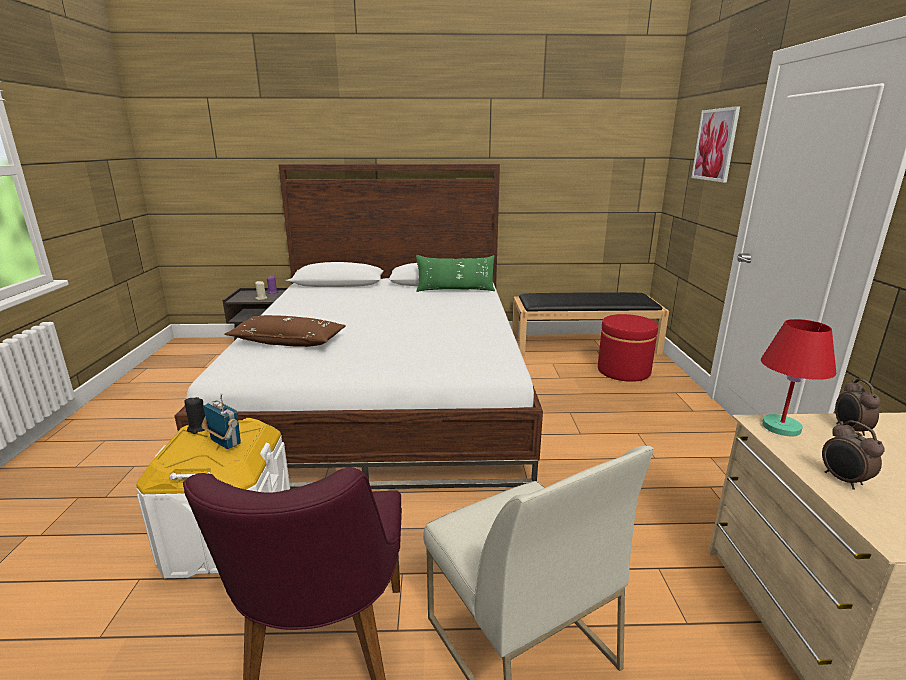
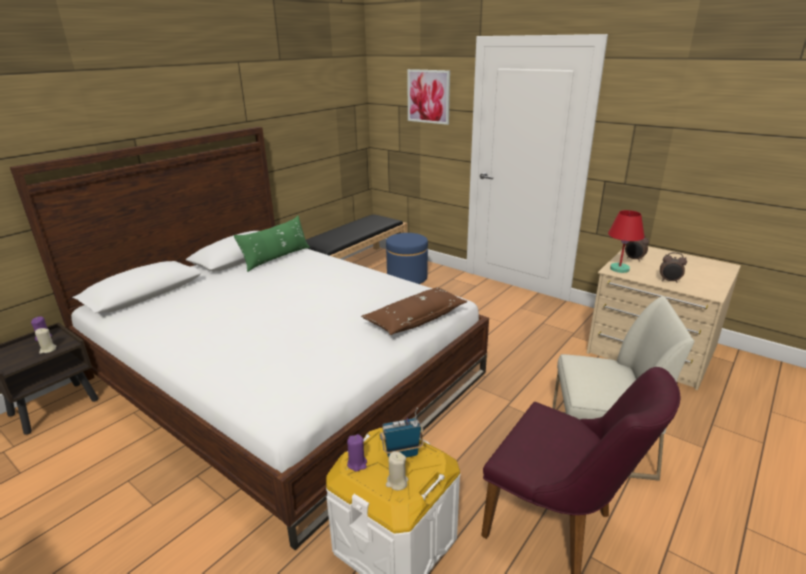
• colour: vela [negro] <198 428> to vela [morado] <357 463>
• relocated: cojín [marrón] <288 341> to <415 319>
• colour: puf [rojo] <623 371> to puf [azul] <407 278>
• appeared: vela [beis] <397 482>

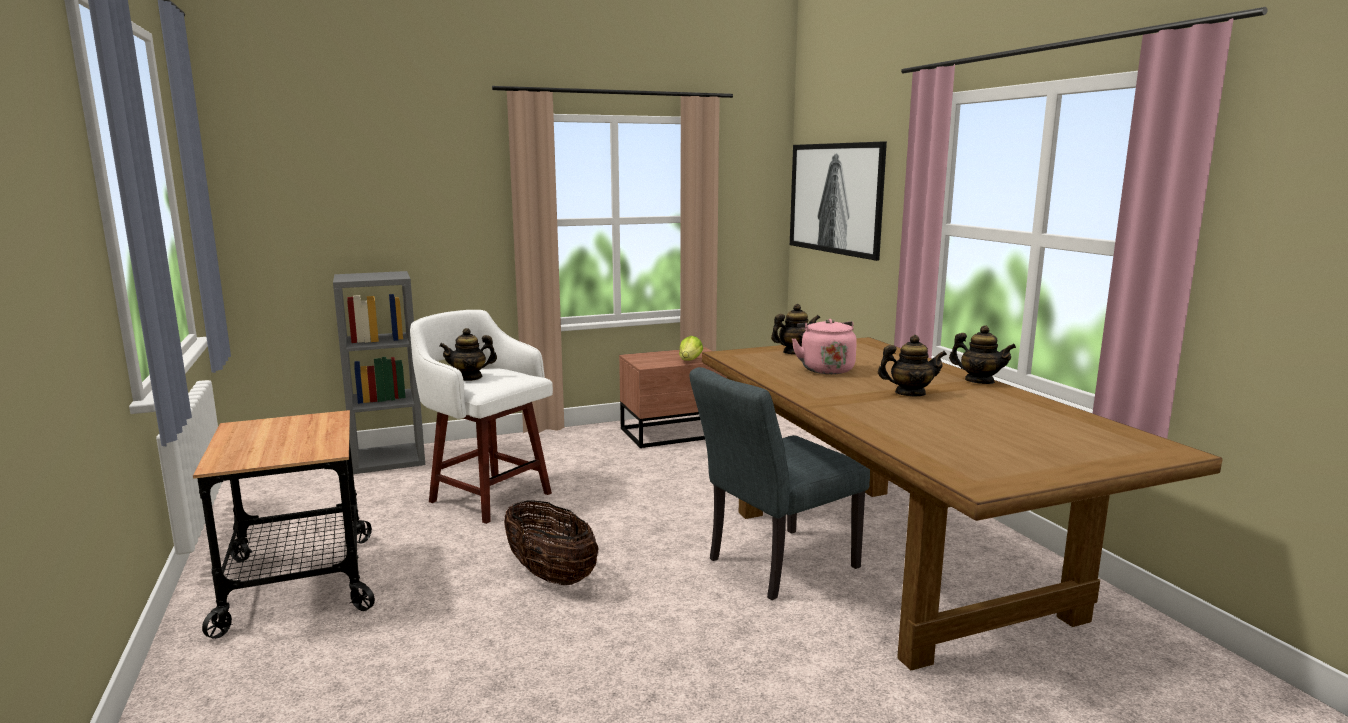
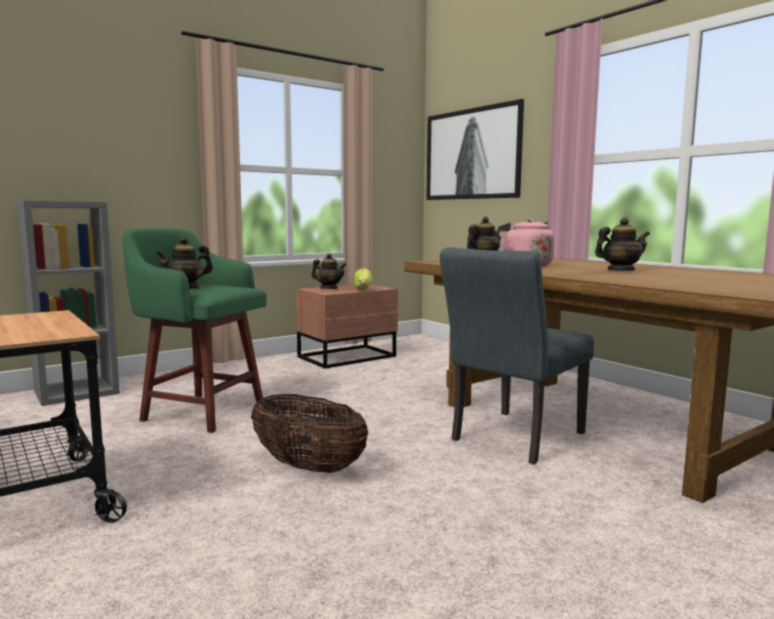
• colour: taburete [blanco] <487 496> to taburete [verde] <200 412>
• relocated: tetera <979 381> to <329 288>

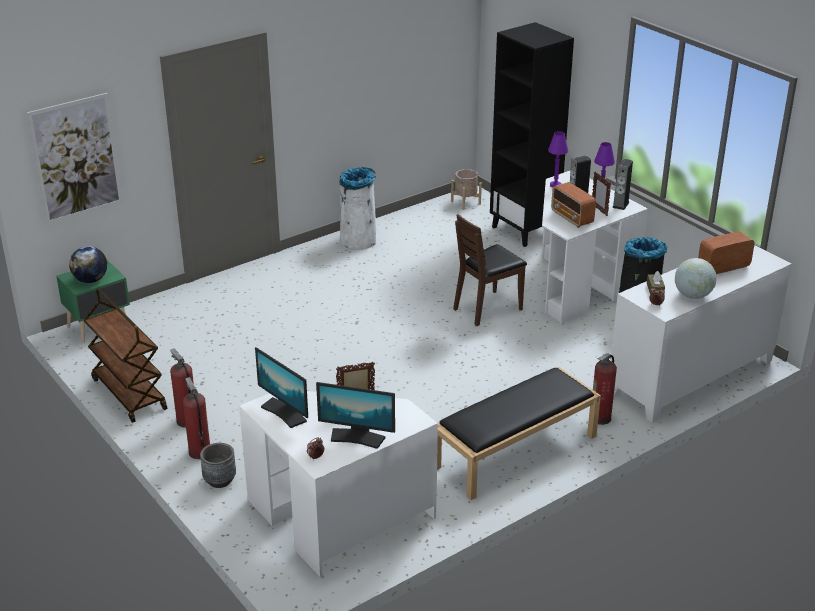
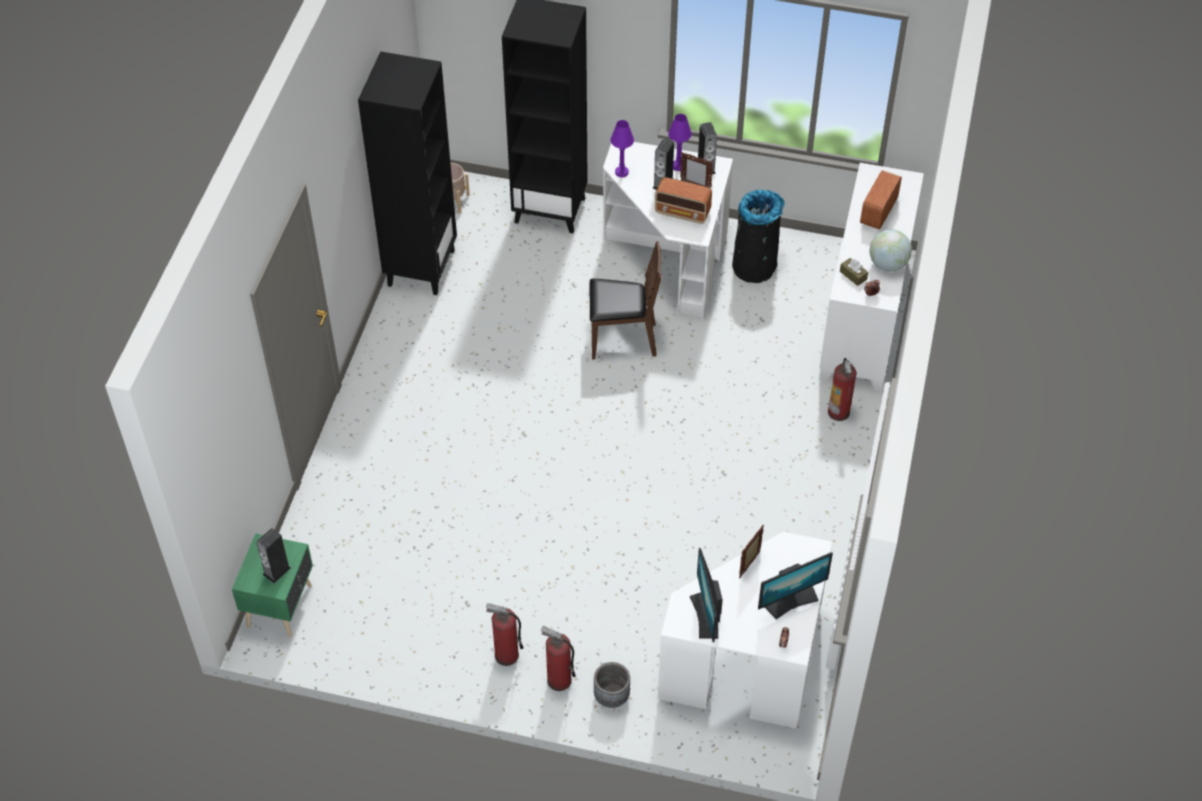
• missing: cuadro <76 158>
• exchanged: globo terráqueo <91 280> to altavoz <277 571>
• missing: carrito [marrón] <128 394>
• spun: monitor <285 412> = <706 615> 75 degrees clockwise
• missing: papelera [blanco] <358 240>
• missing: banco [negro] <515 452>
• spun: silla [marrón] <487 308> = <622 339> 105 degrees counterclockwise
• appeared: estantería [negro] <421 267>

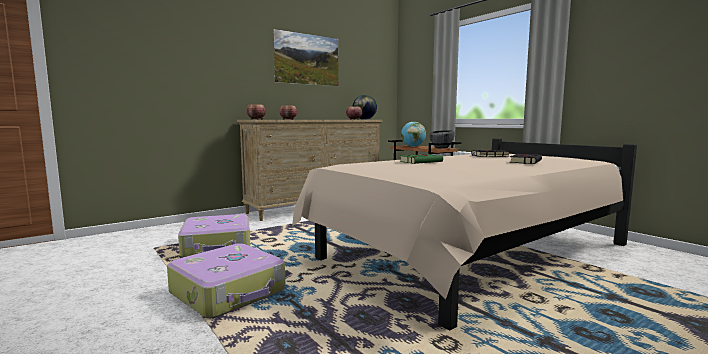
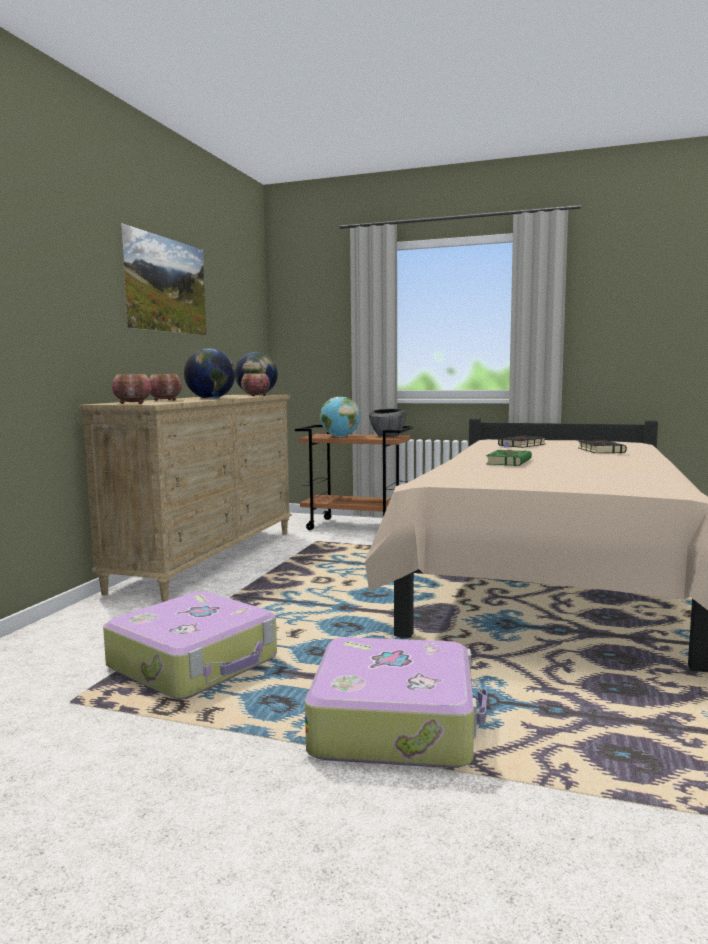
• appeared: globo terráqueo <211 398>

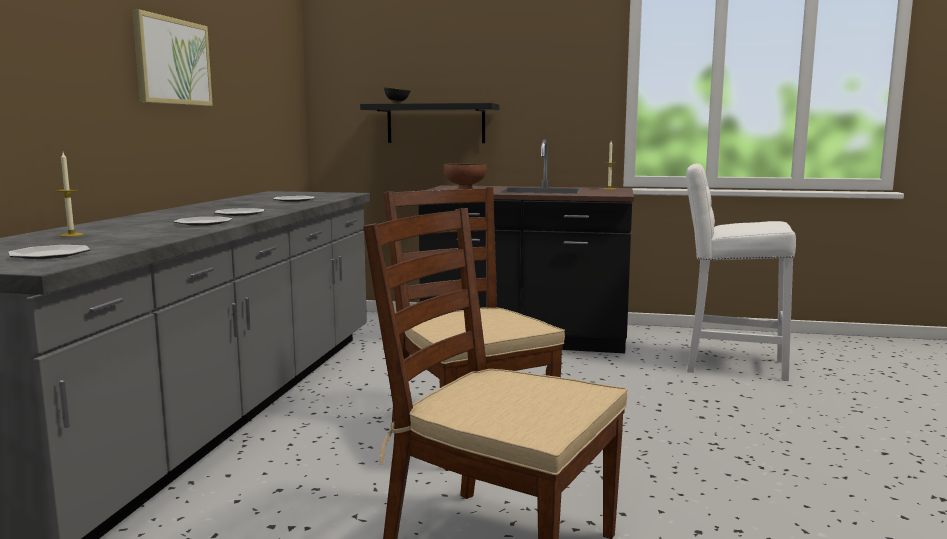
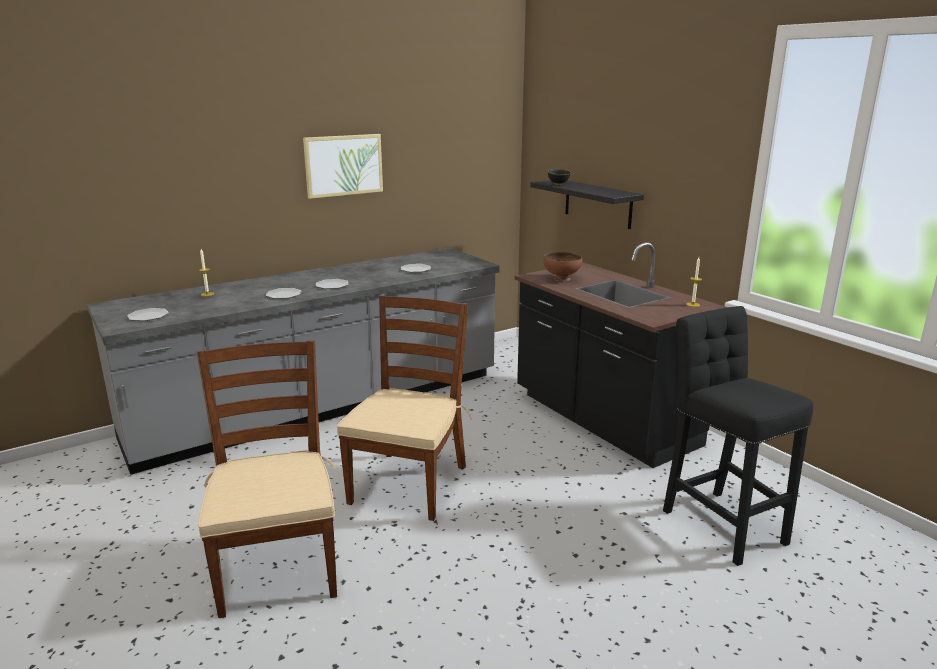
• colour: taburete [blanco] <729 365> to taburete [negro] <720 522>

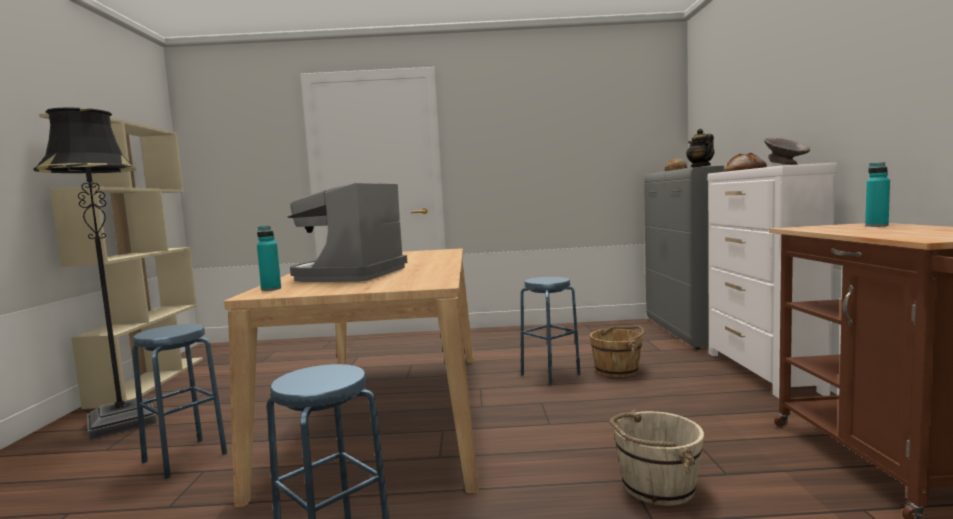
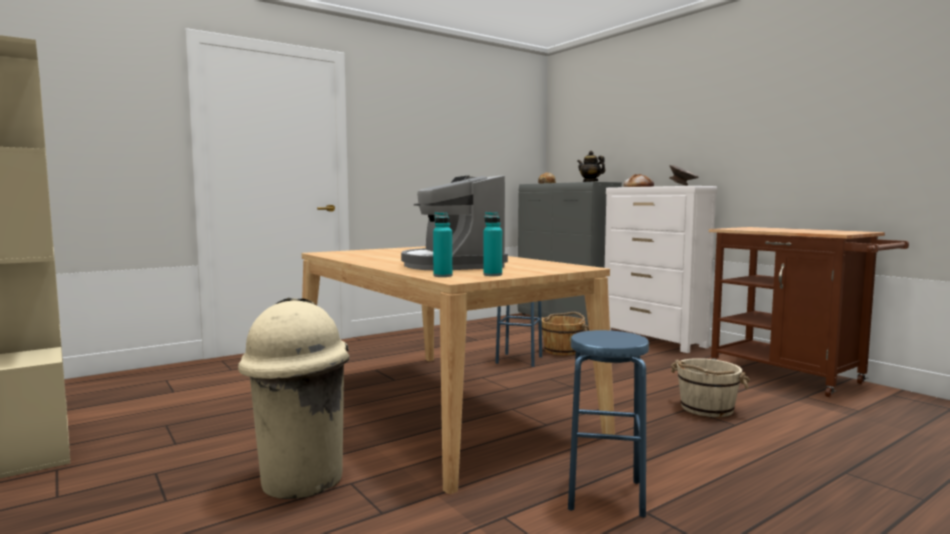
• missing: lámpara de pie [negro] <122 422>
• exchanged: taburete [azul] <185 457> to papelera [beis] <300 480>
• relocated: botella [turquesa] <876 226> to <492 275>

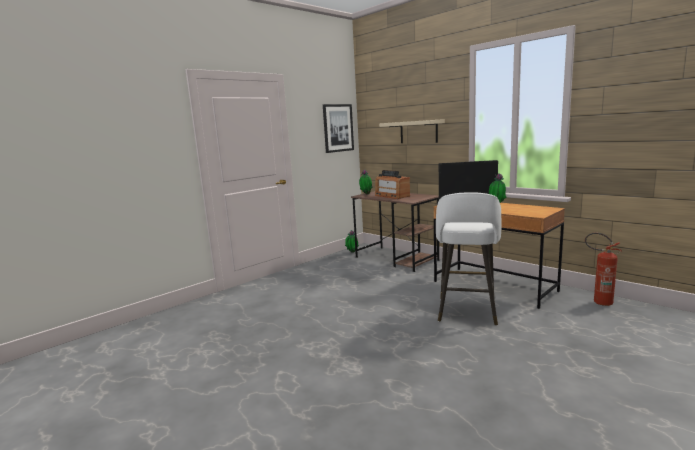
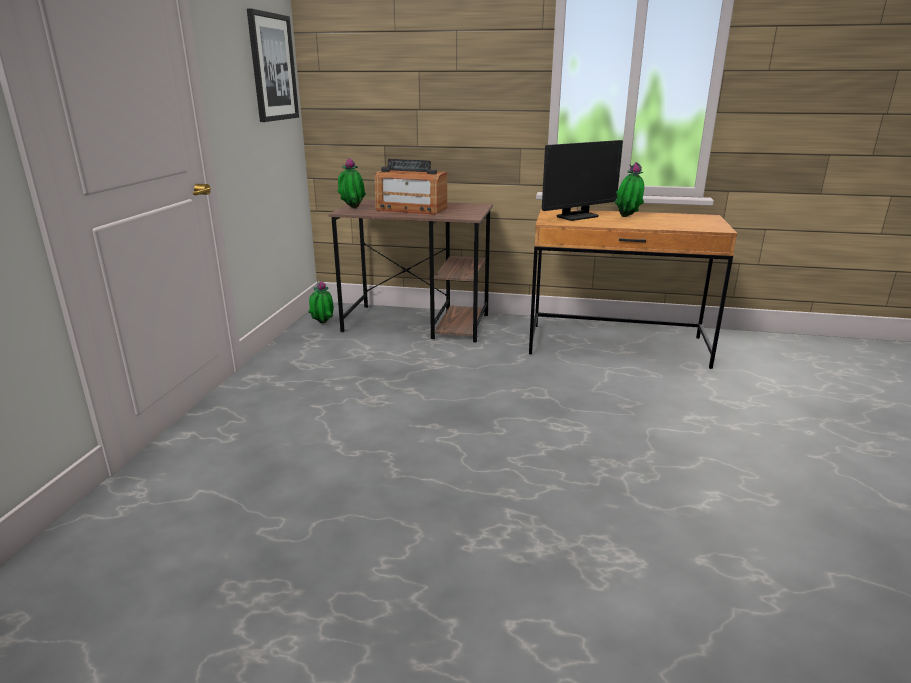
• missing: estante [beis] <418 132>
• missing: taburete [blanco] <466 312>
• missing: extintor <598 302>

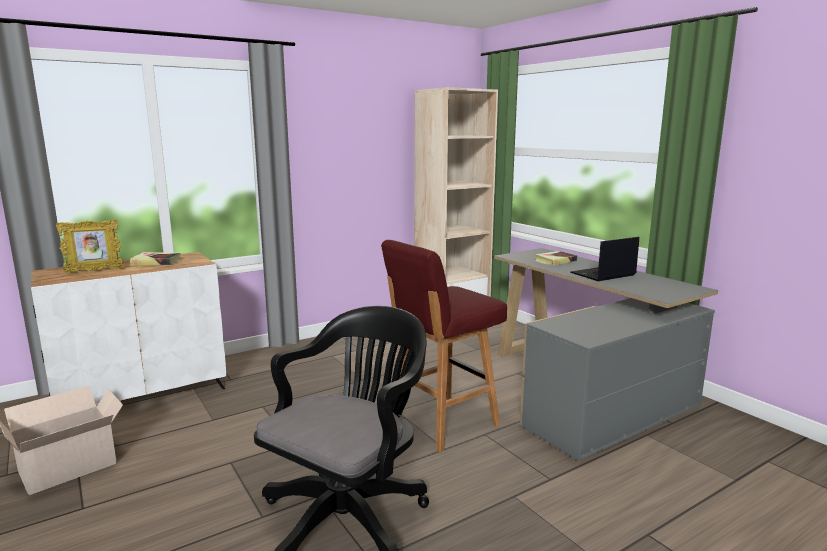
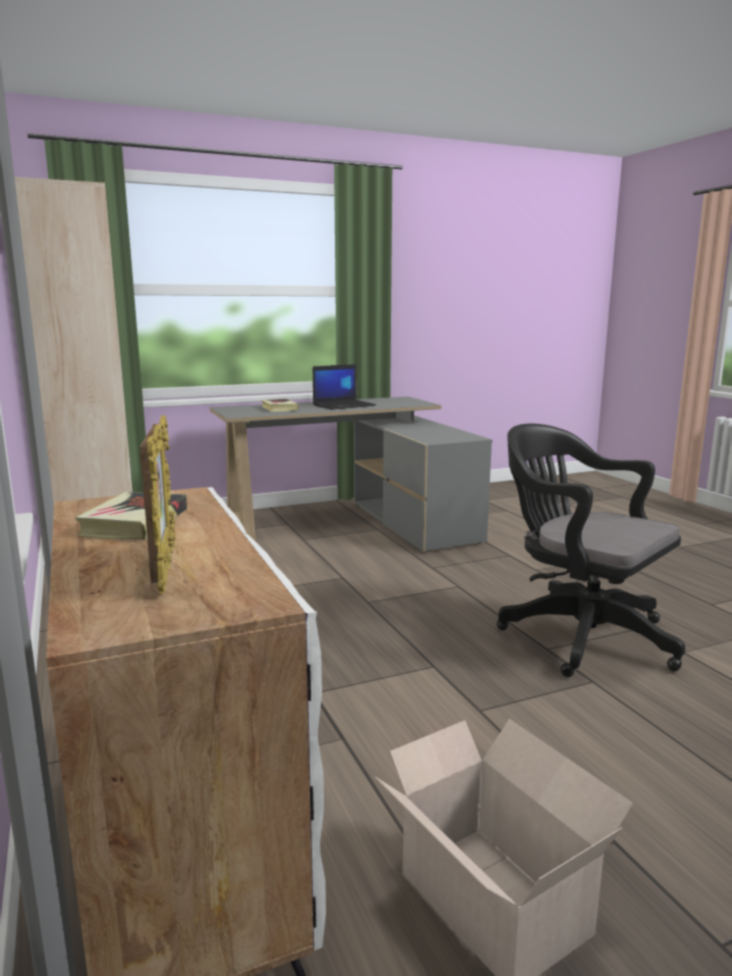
• missing: taburete [rojo] <441 422>
• spun: portátil <603 274> = <344 405> 105 degrees counterclockwise

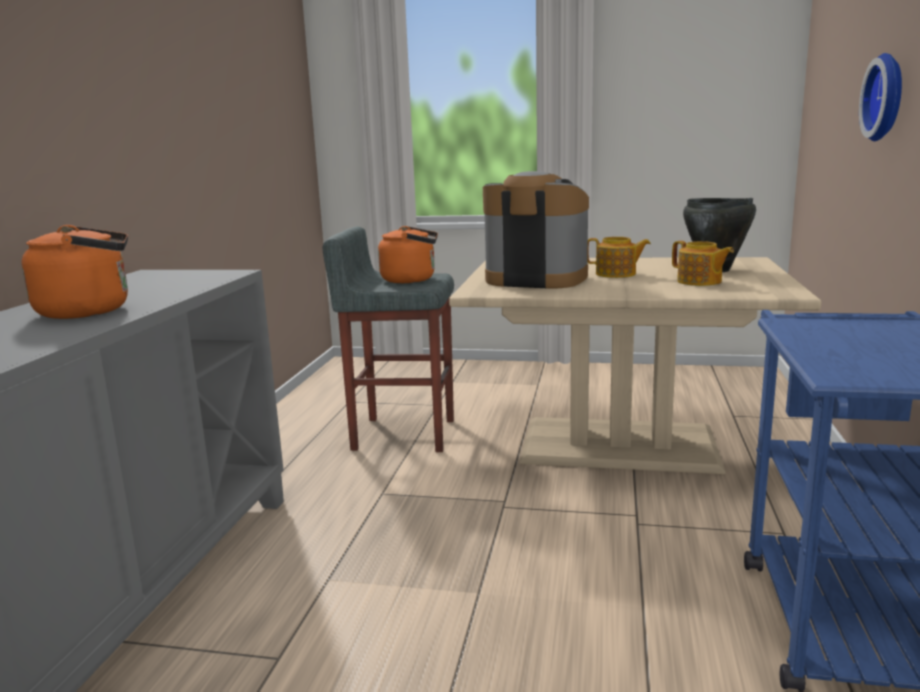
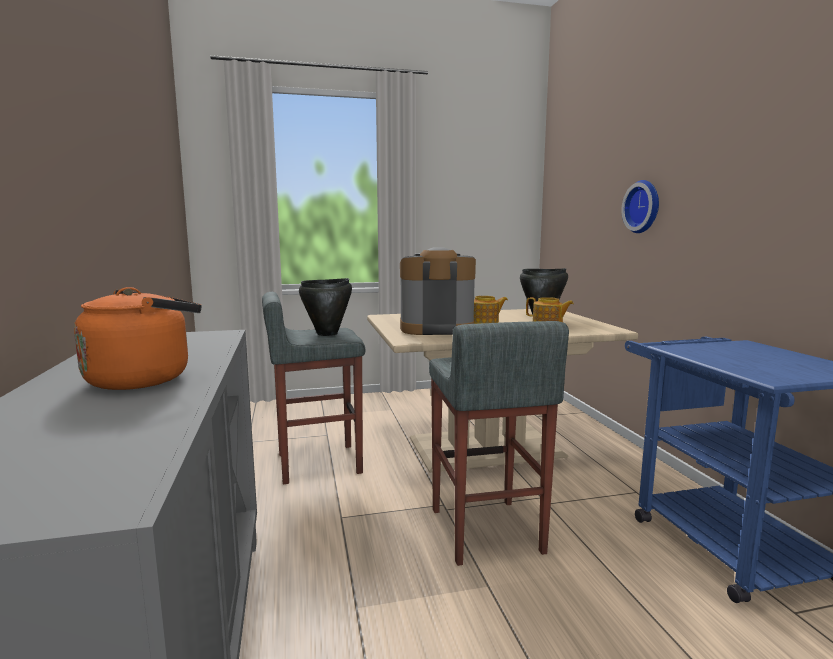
• exchanged: hervidor [naranja] <412 280> to olla [negro] <327 334>
• appeared: taburete [gris] <485 531>

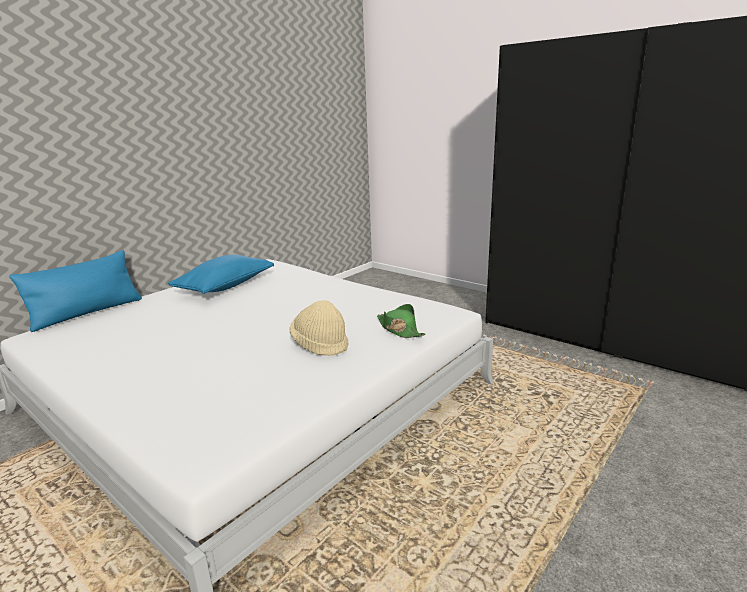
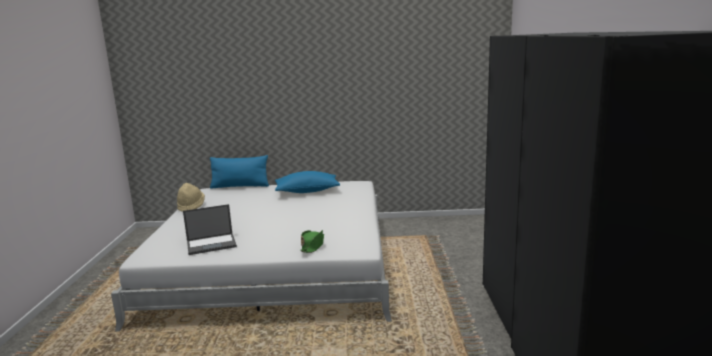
• relocated: sombrero [beis] <320 345> to <191 207>
• appeared: portátil <212 244>

